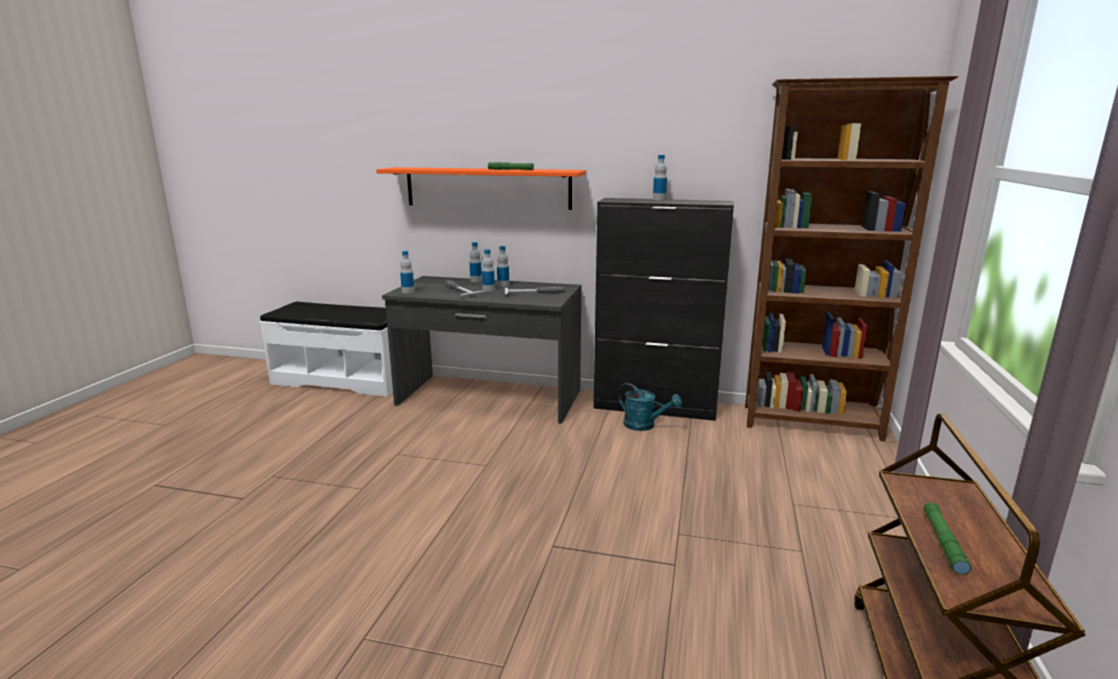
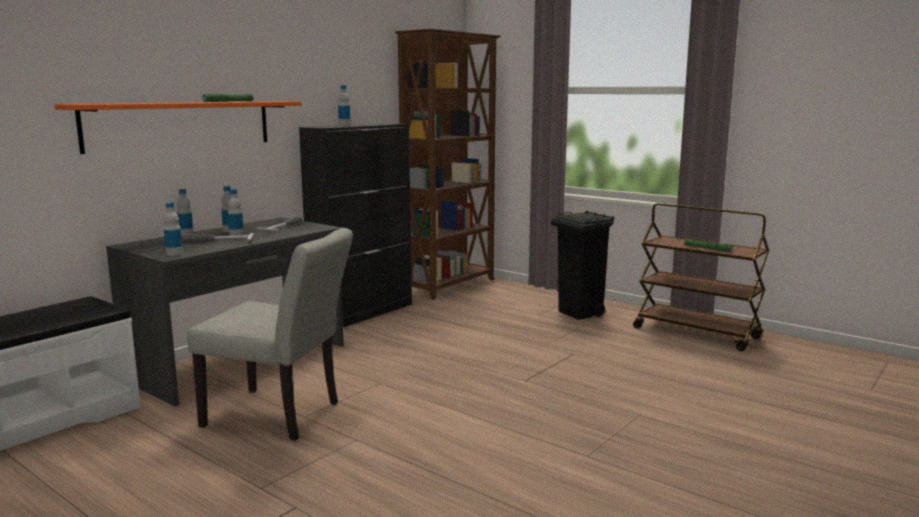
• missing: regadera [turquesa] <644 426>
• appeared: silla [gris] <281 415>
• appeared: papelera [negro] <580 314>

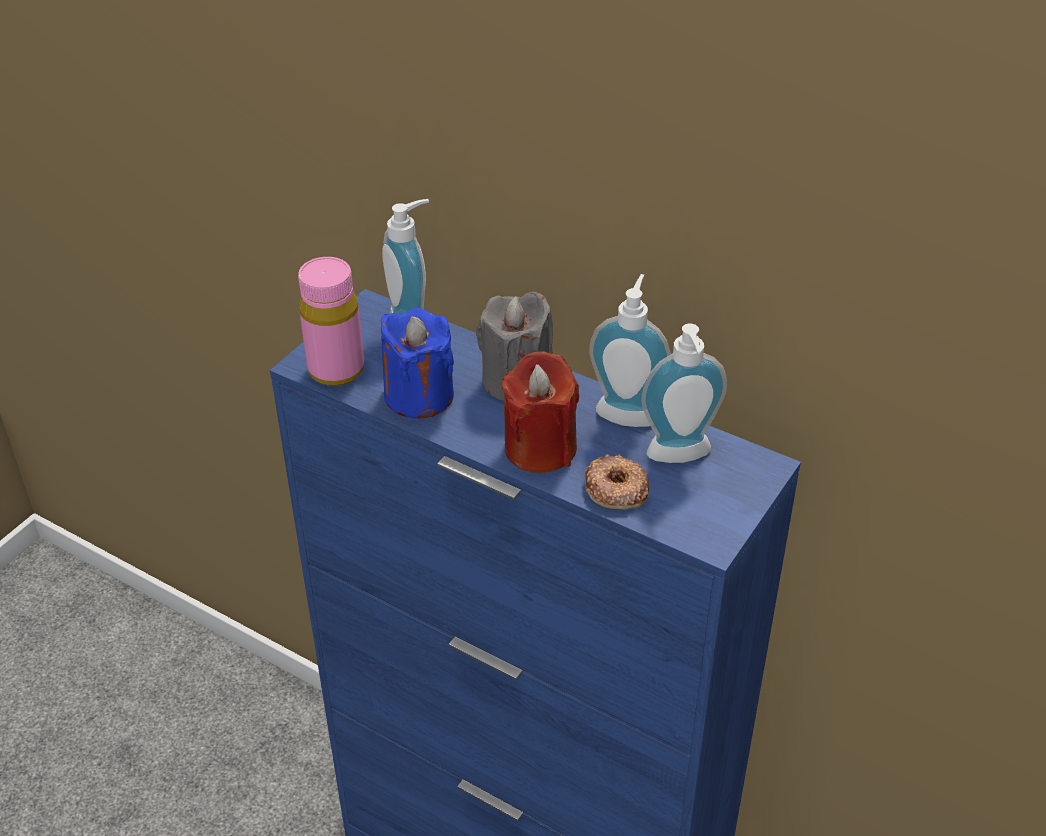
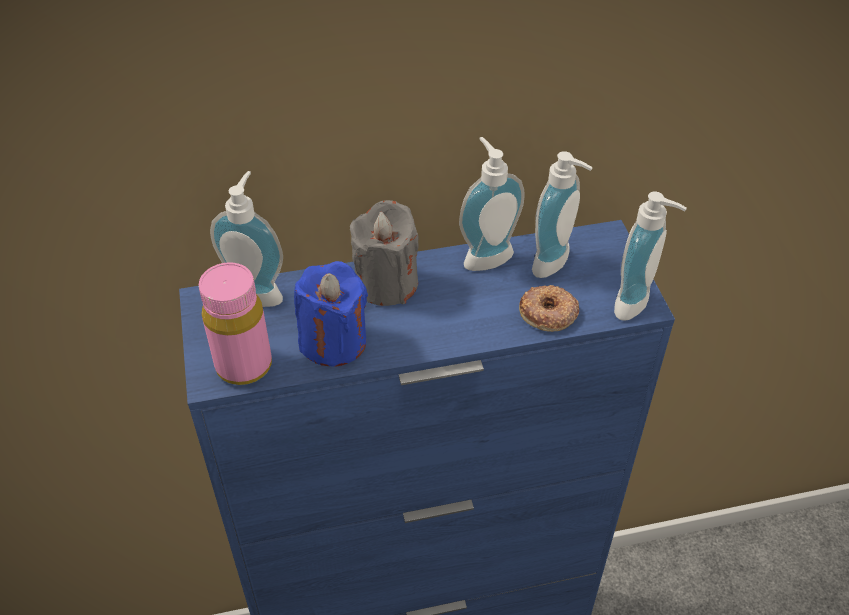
• missing: vela [rojo] <540 448>
• appeared: dispensador de jabón <638 305>

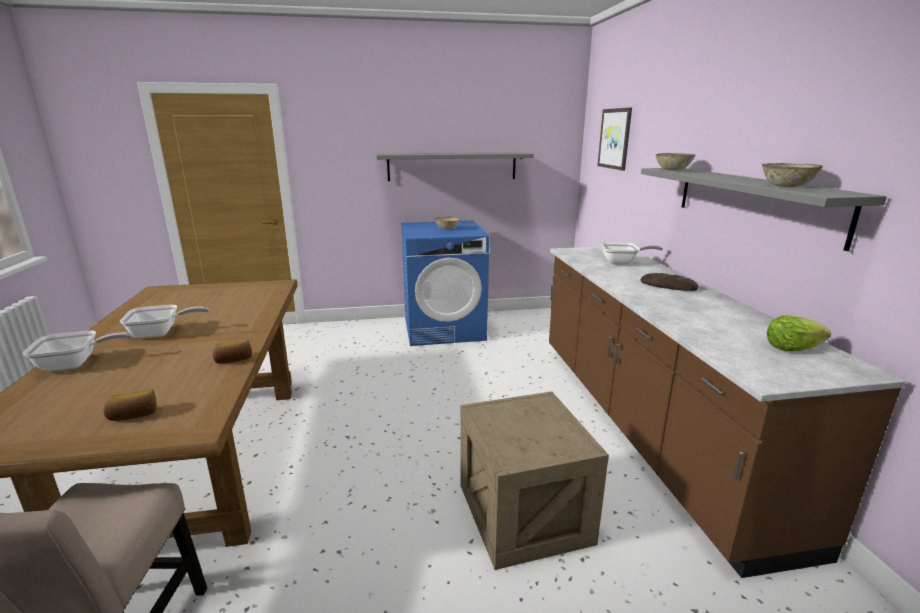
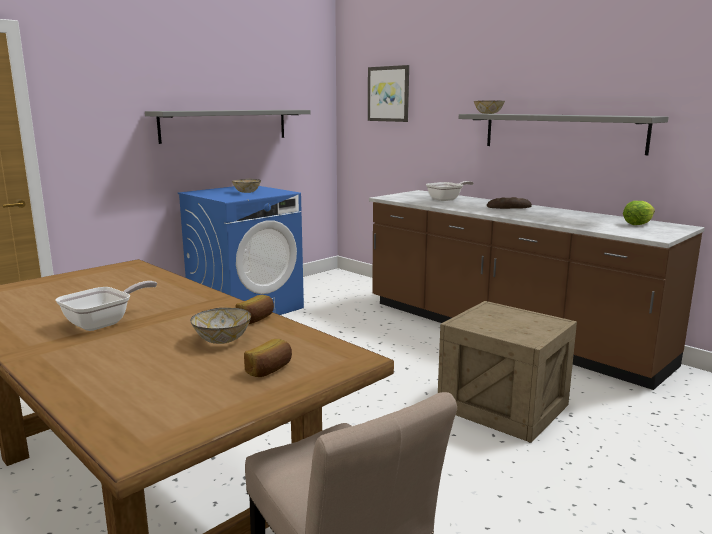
• missing: sartén <76 364>
• relocated: cuenco <786 186> to <221 340>

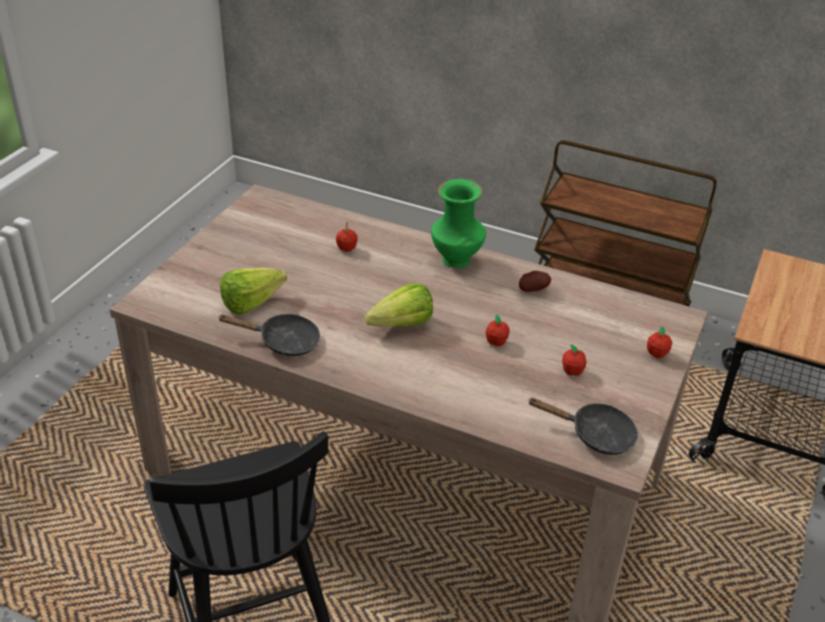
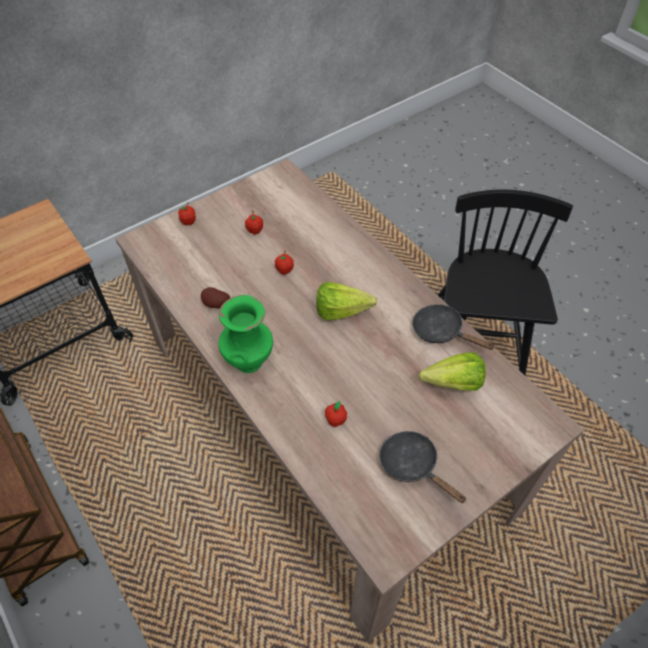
• relocated: sartén [negro] <595 435> to <412 465>

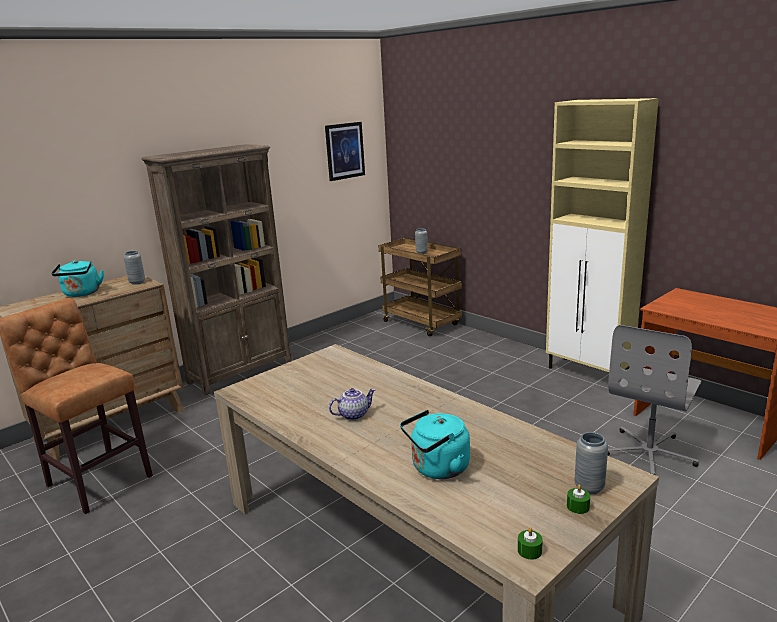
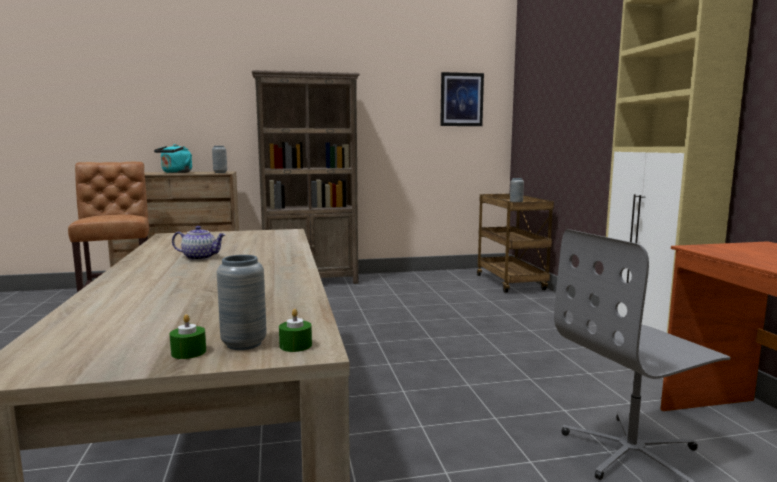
• missing: hervidor [turquesa] <437 469>
• relocated: vela [verde] <529 551> to <295 345>

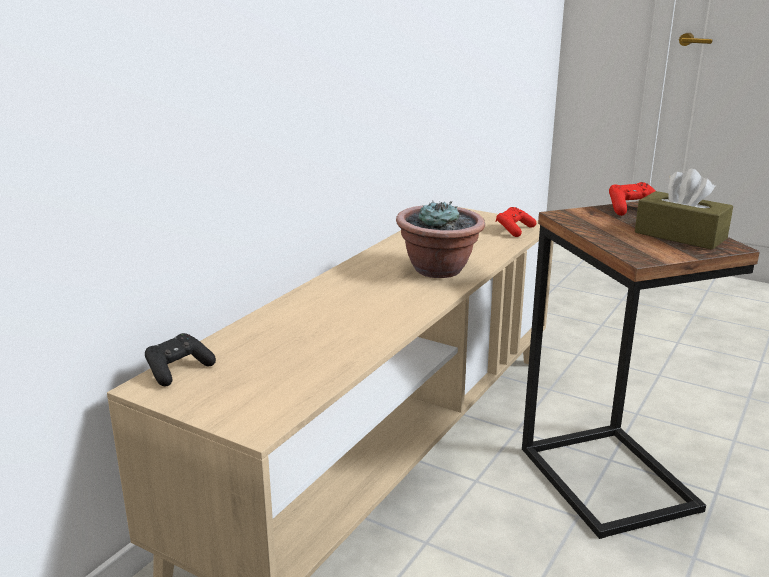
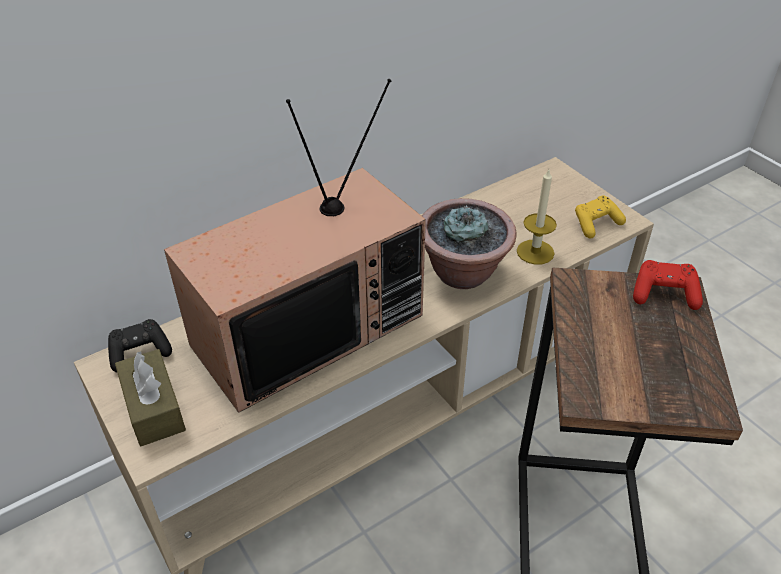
• colour: mando de consola [rojo] <514 230> to mando de consola [amarillo] <596 224>
• relocated: caja de pañuelos [marrón] <680 235> to <154 408>
• appeared: televisor <308 327>
• appeared: vela <535 252>

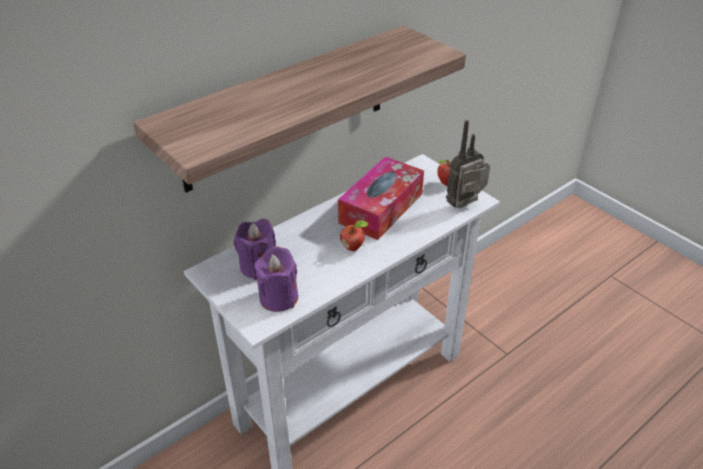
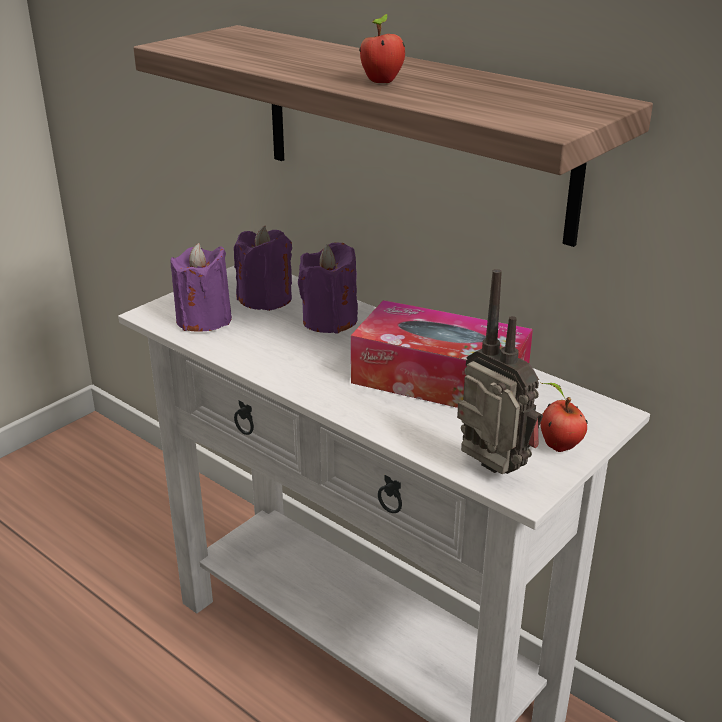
• relocated: manzana <353 247> to <383 82>
• appeared: vela [morado] <330 320>

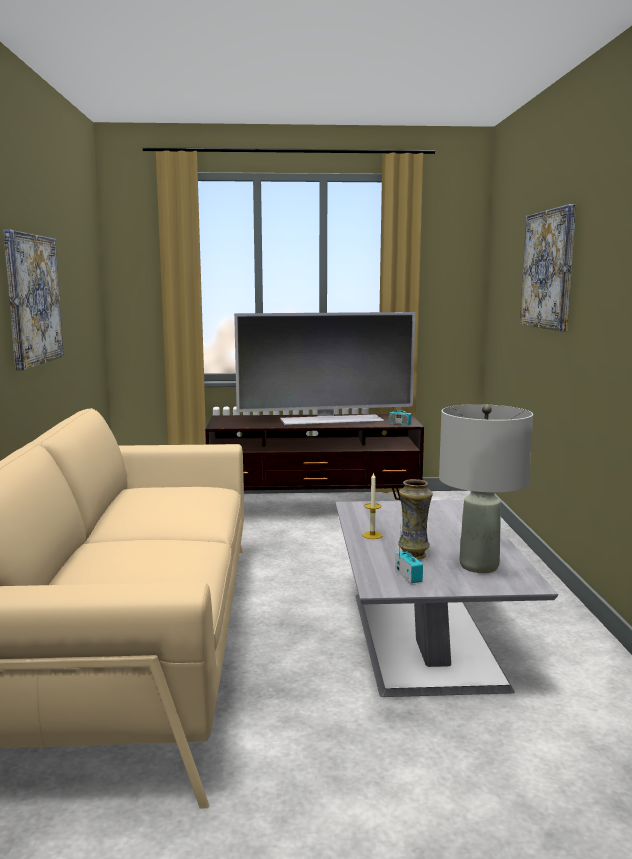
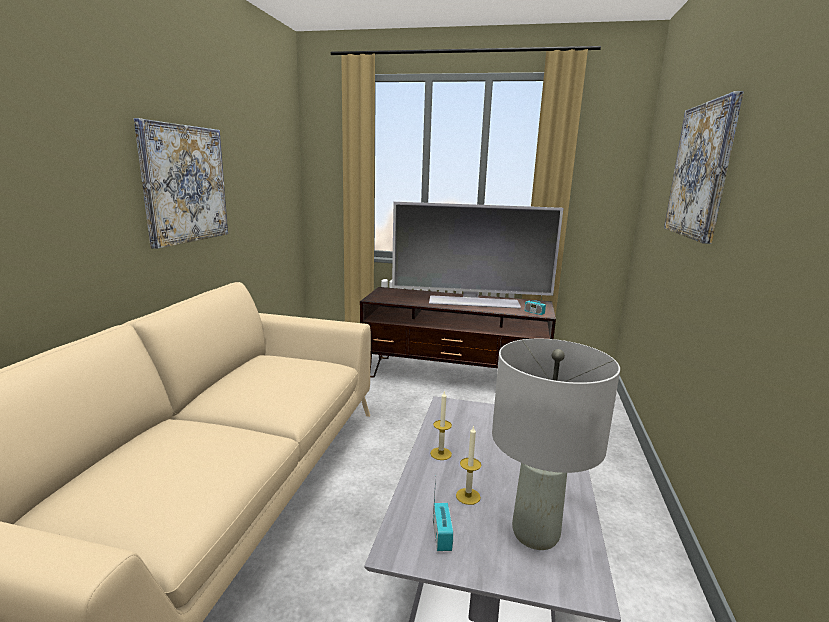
• exchanged: florero <413 555> to vela <468 496>

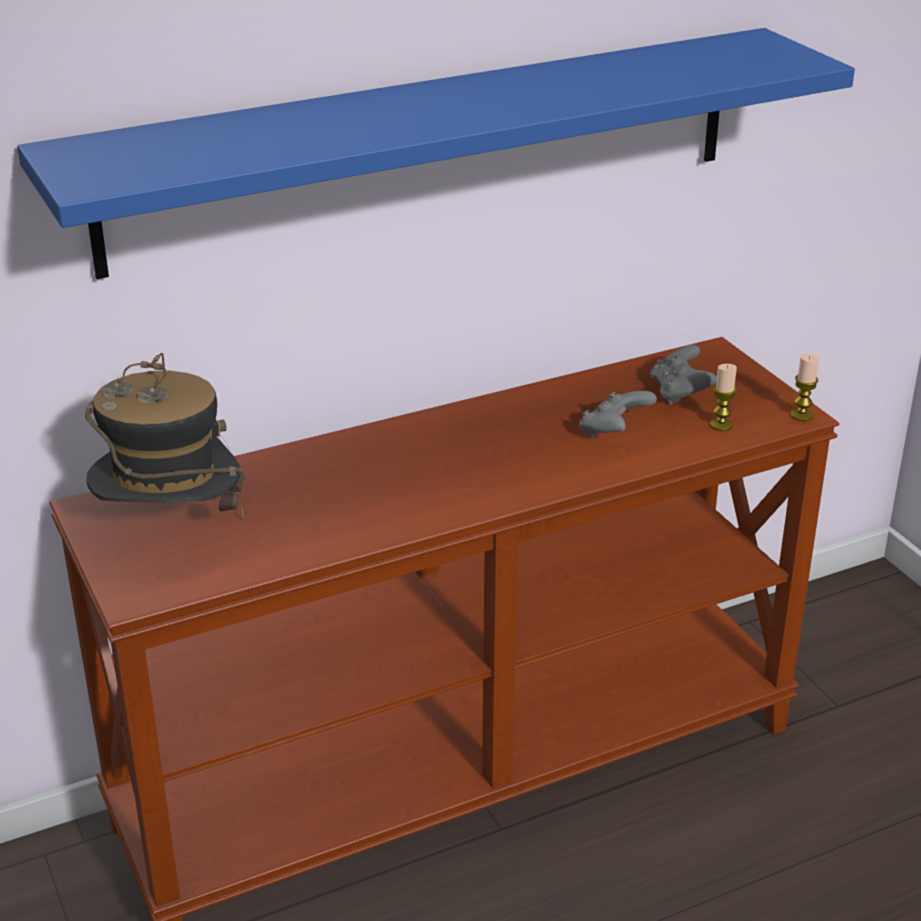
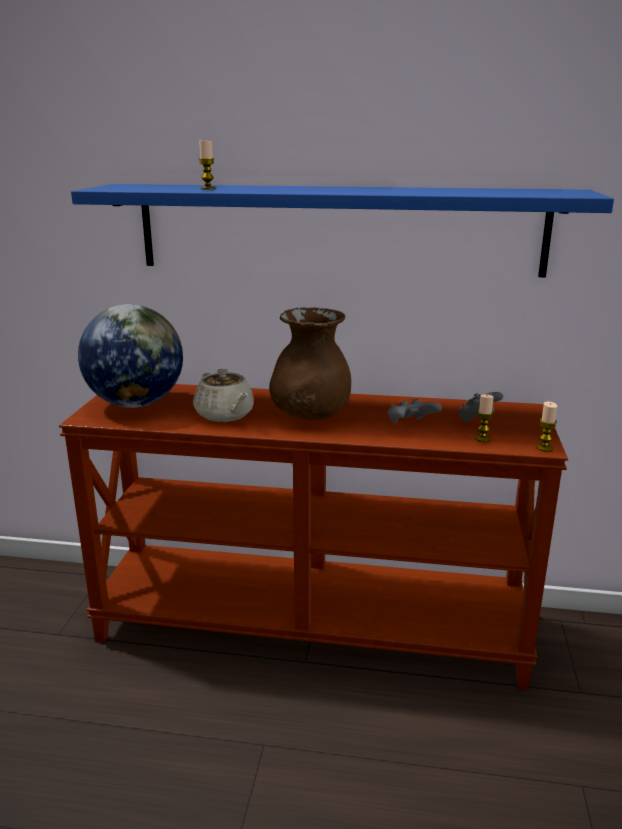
• exchanged: sombrero <172 536> to globo terráqueo <136 403>
• appeared: tetera [beis] <225 415>
• appeared: vela <208 188>
• appeared: florero [marrón] <310 416>

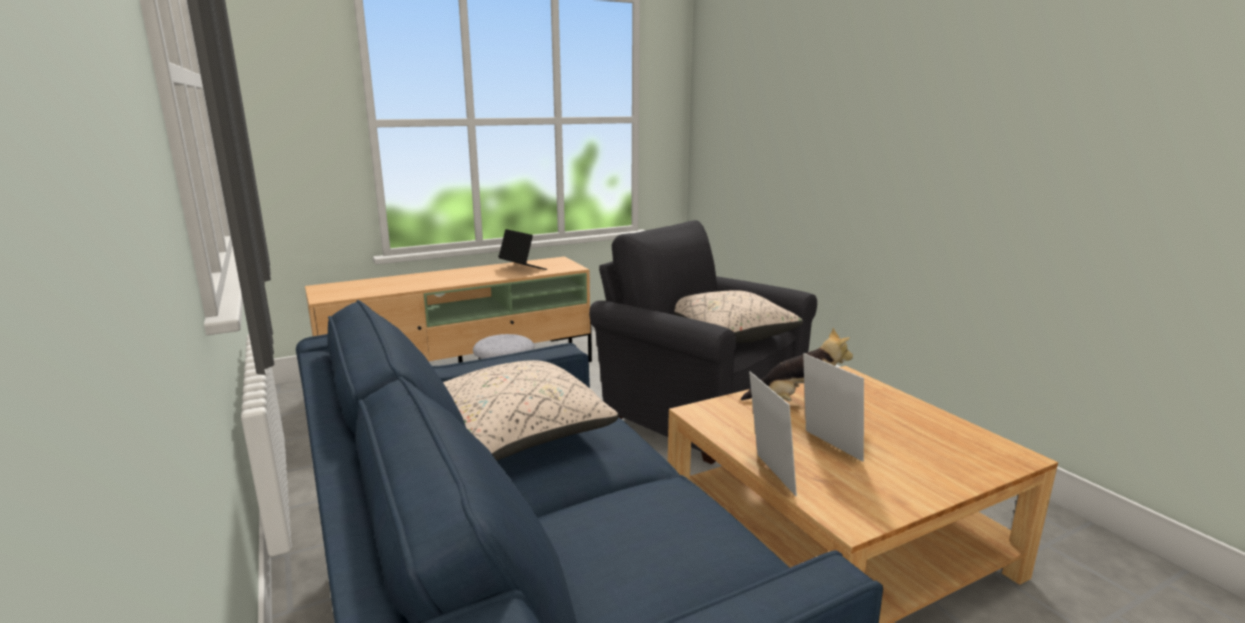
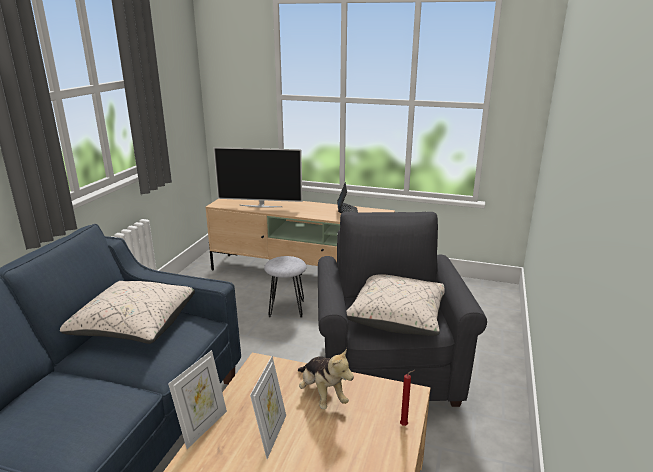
• appeared: televisor <261 206>
• appeared: vela [rojo] <405 425>

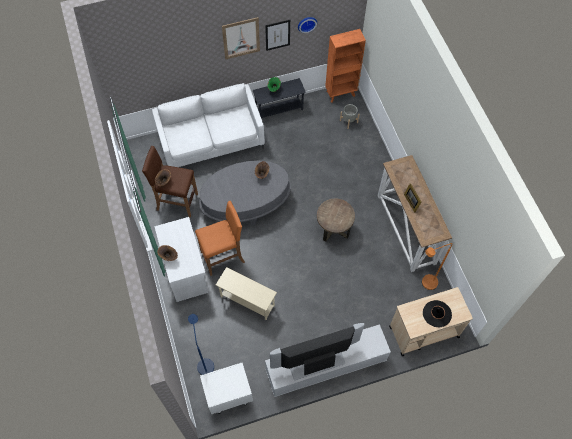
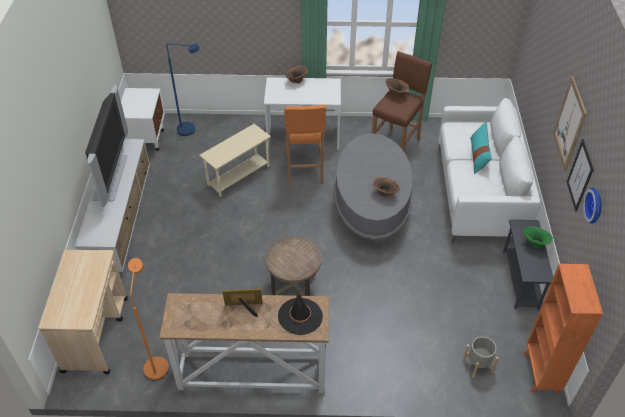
• relocated: sombrero [negro] <437 313> to <300 316>
• appeared: cojín [turquesa] <478 156>

